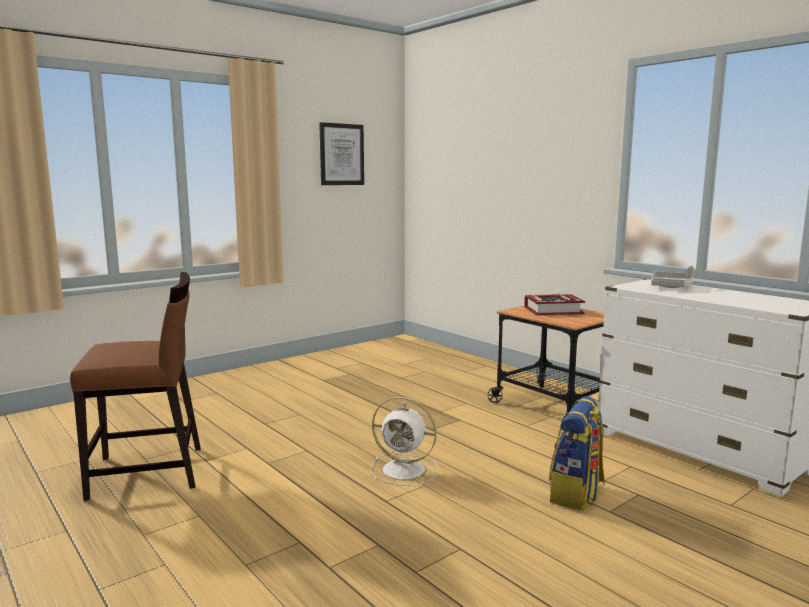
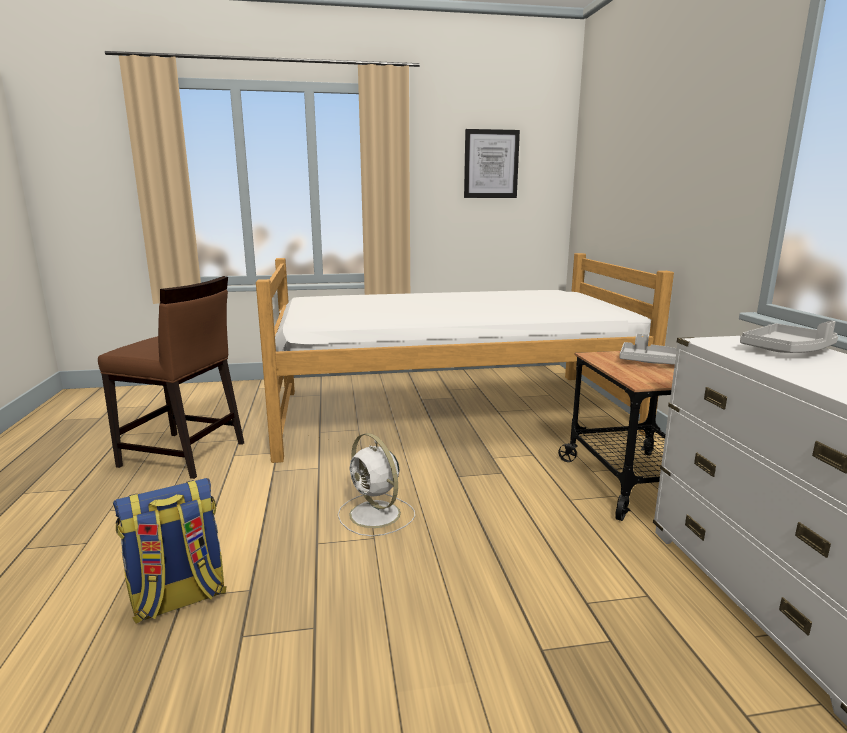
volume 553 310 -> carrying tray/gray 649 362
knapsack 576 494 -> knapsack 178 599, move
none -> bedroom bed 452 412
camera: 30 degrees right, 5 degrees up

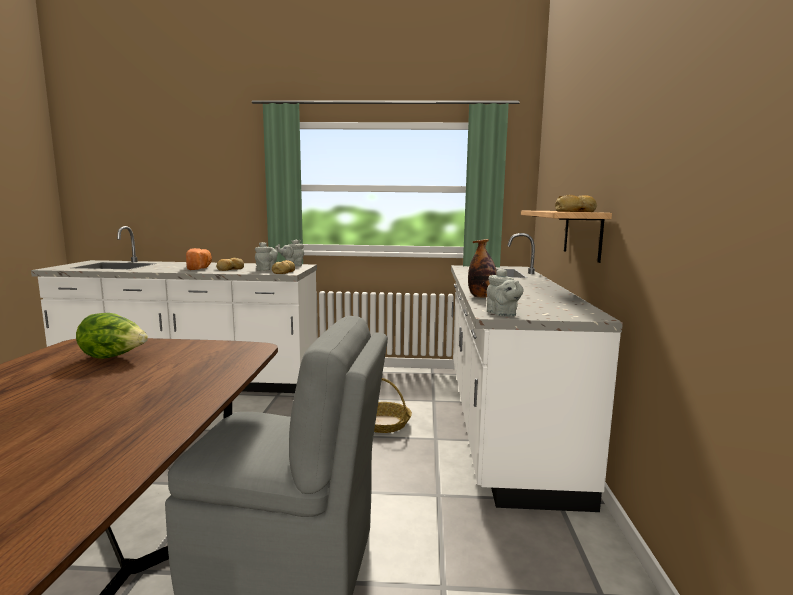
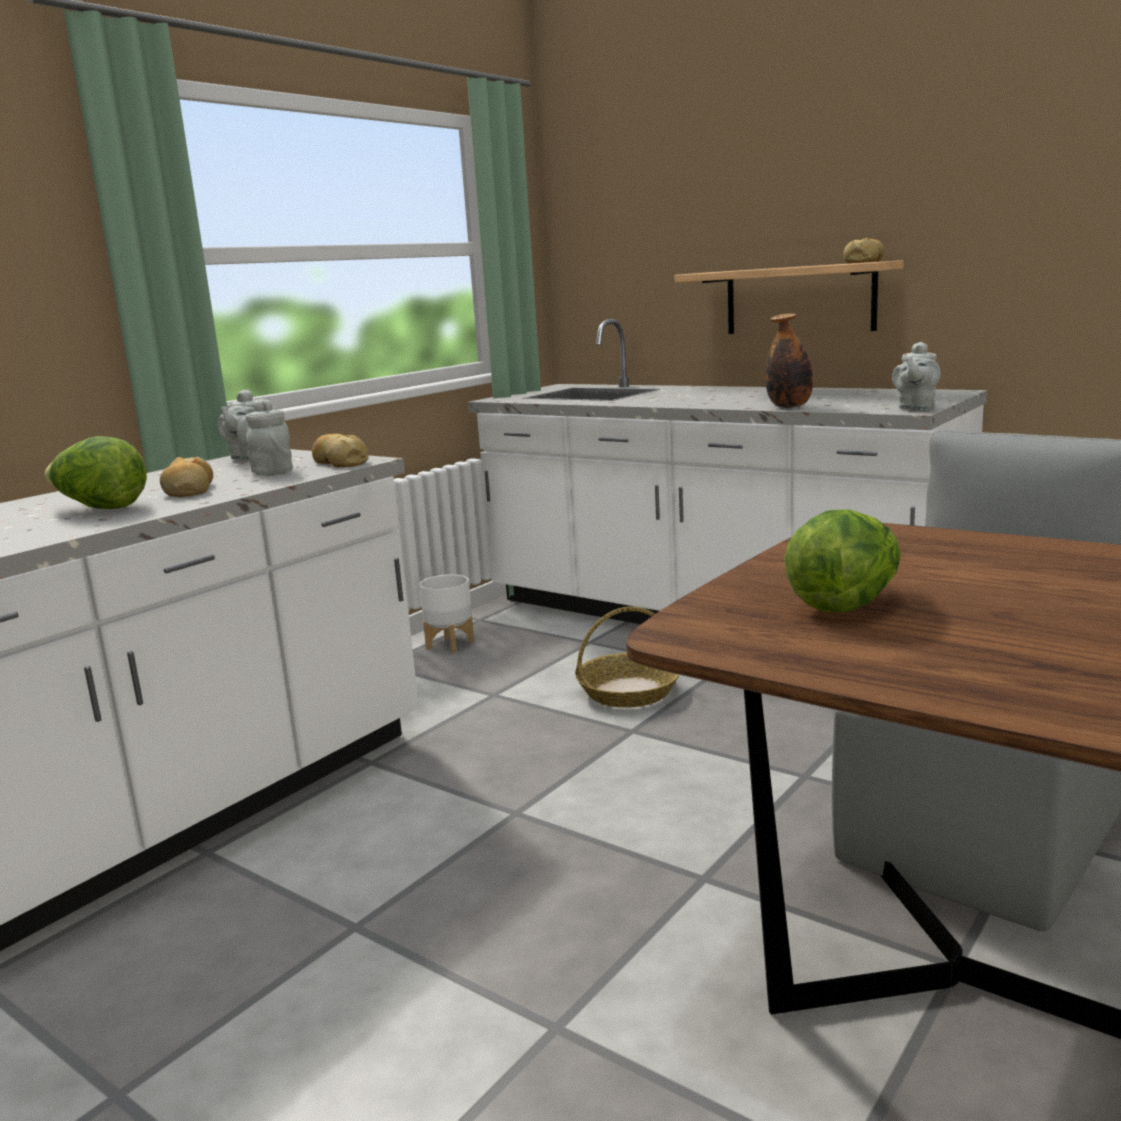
bakery bread 200 268 -> lettuce head 101 509
tea pot/gray 503 314 -> tea pot/gray 915 408, 105 degrees clockwise
none -> plant pot/white 450 645
camera: 55 degrees left, 5 degrees up

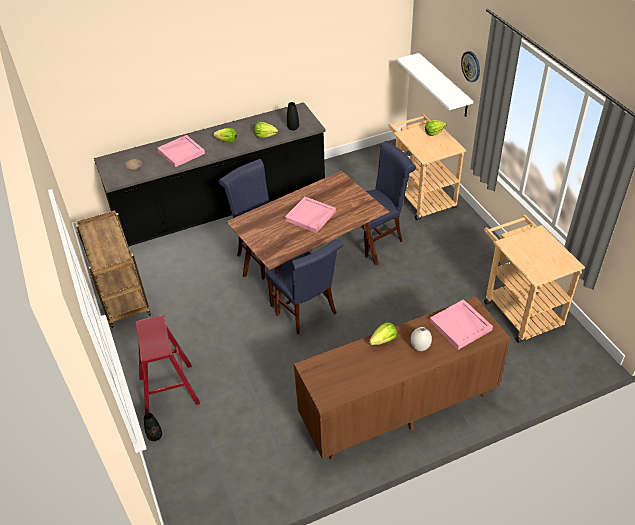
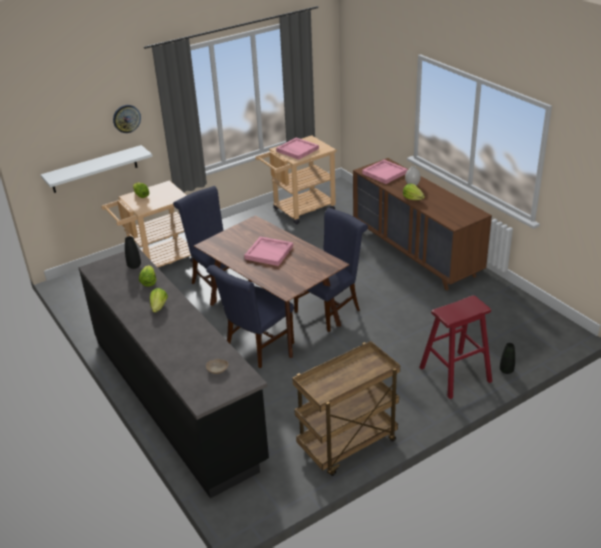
carrying tray/pinkish 181 152 -> carrying tray/pinkish 297 150, move
camera: 100 degrees left, 10 degrees down

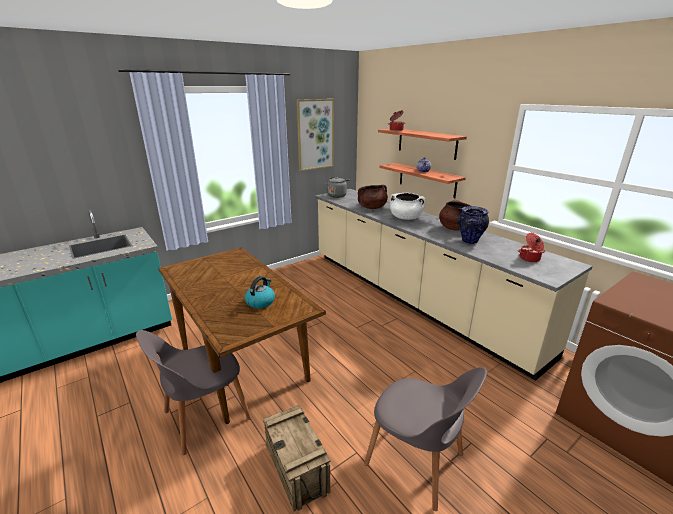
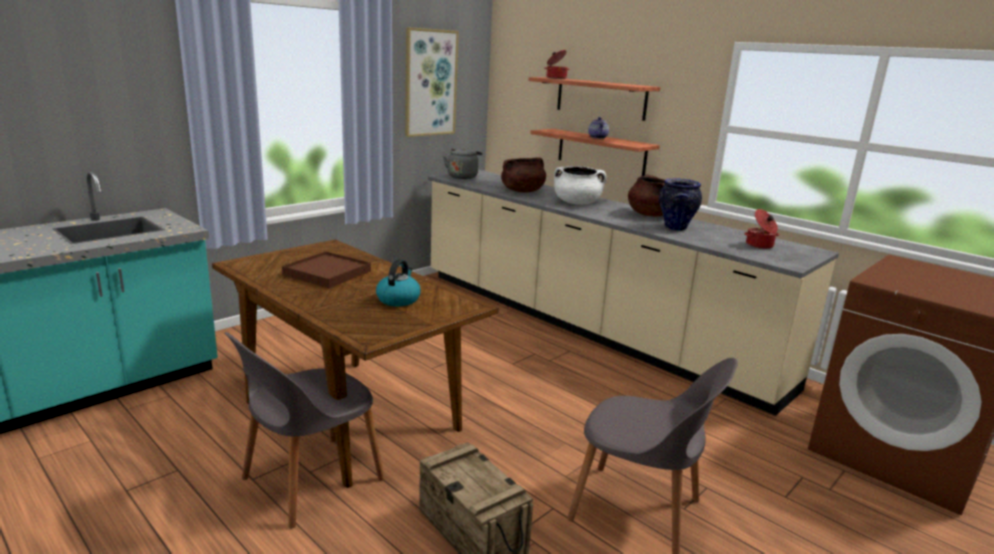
none -> carrying tray/brown 327 273
camera: 10 degrees left, 5 degrees down

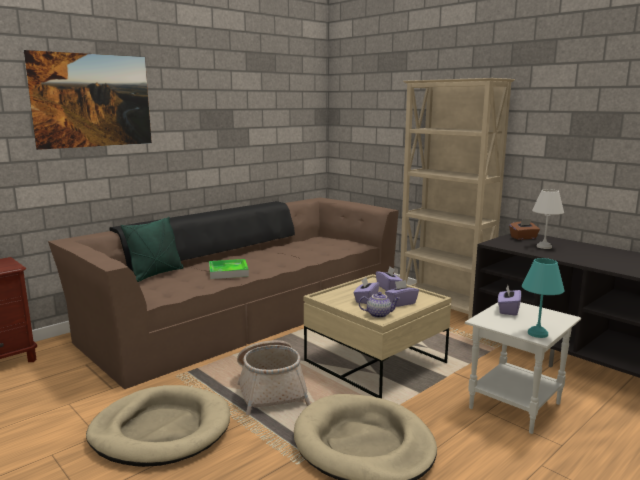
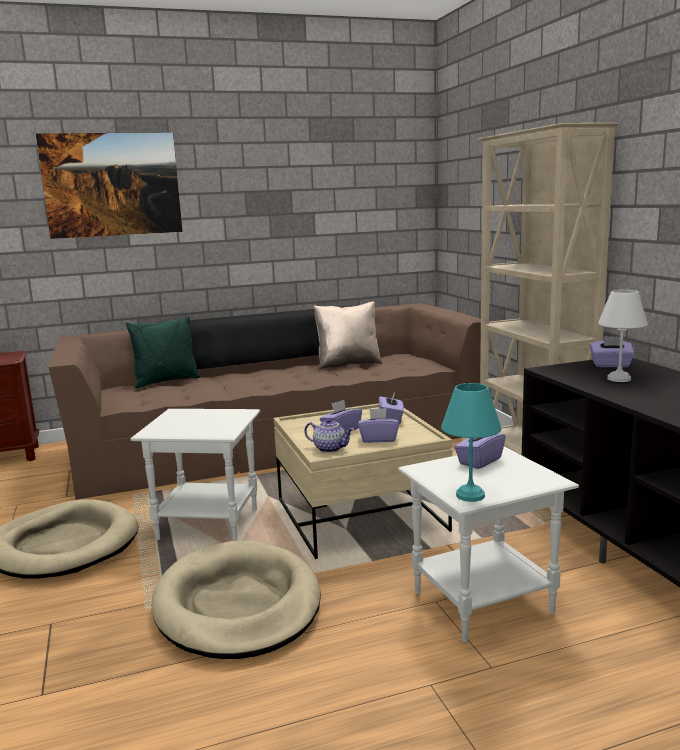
tissue holder/brown 523 238 -> tissue holder/purplish 610 365
carrying tray 228 272 -> none
storage basket 271 389 -> end table/white 209 524
none -> cushion/beige 348 364
camera: 25 degrees right, 0 degrees up

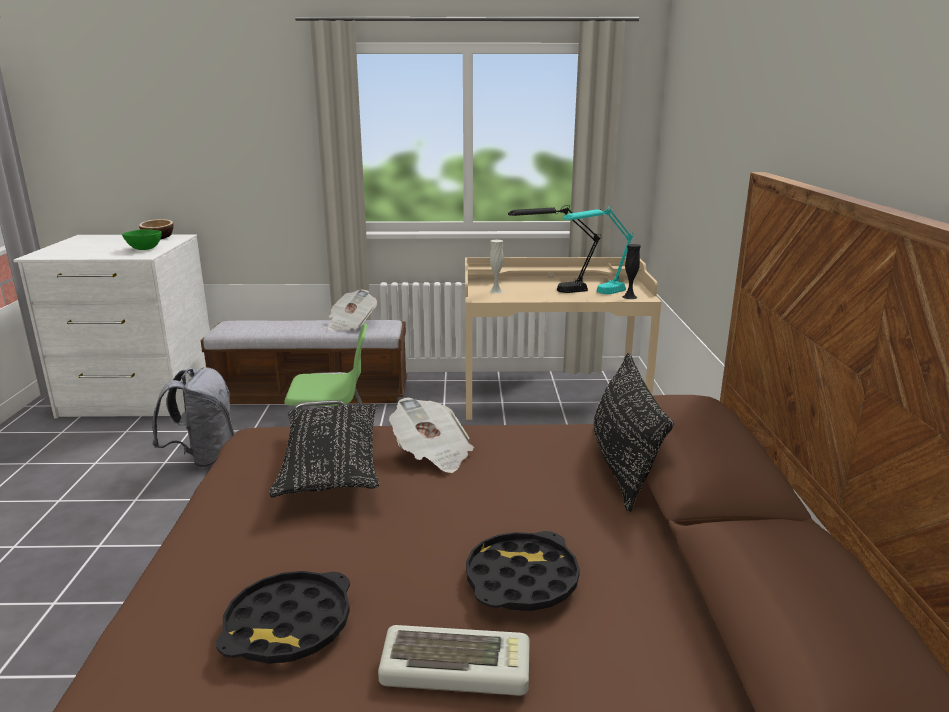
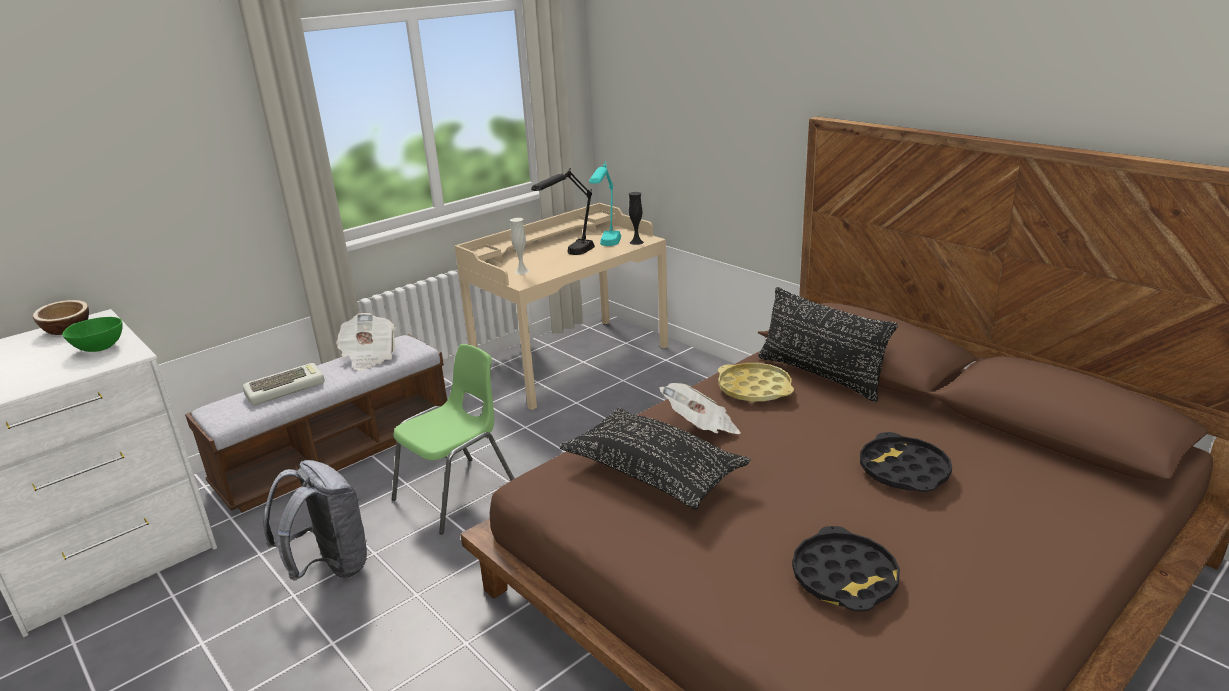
computer keyboard 457 667 -> computer keyboard 286 389, move
none -> carrying tray/yellow 754 389
camera: 40 degrees left, 5 degrees up

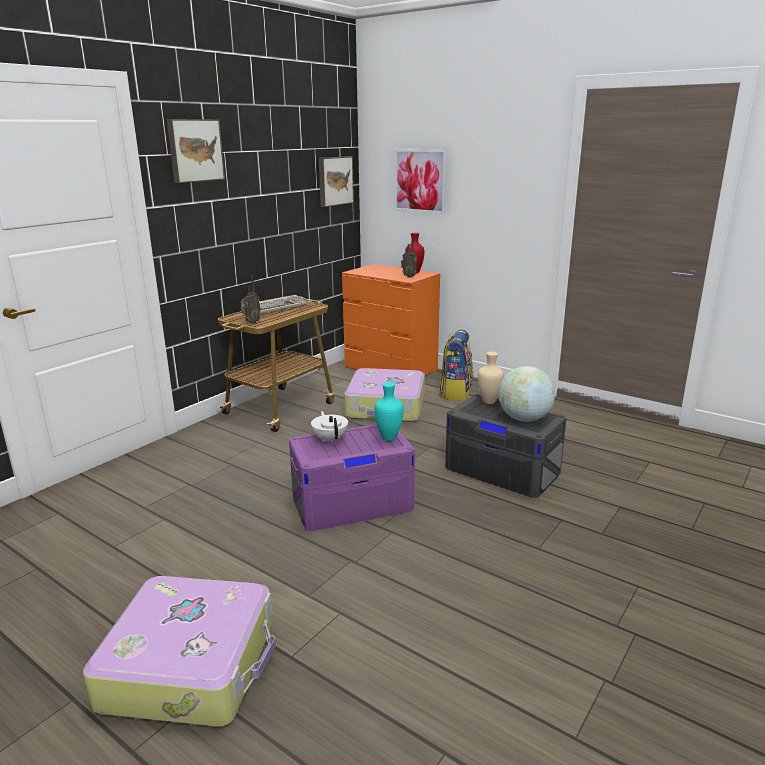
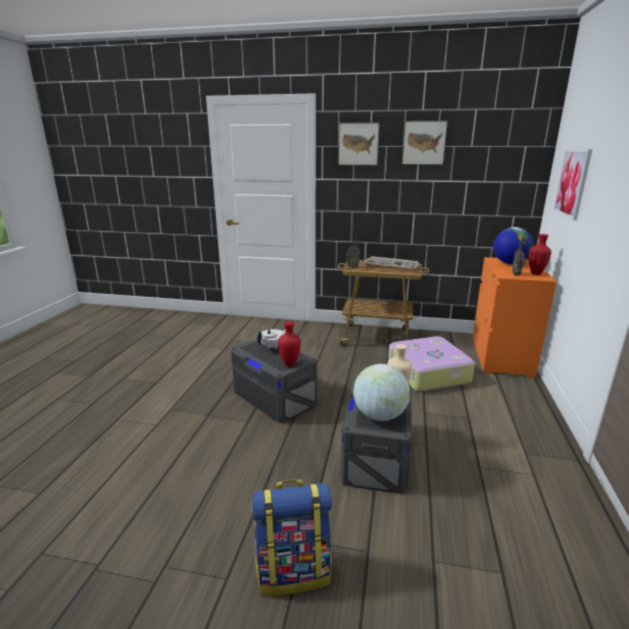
wall picture 334 181 -> wall picture 424 143, move
knapsack 456 392 -> knapsack 293 570, move
vase/turquoise-coloured 388 437 -> vase/red-coloured 290 364
storage container/purplish 352 503 -> storage container/gray 274 397
suitcase 192 664 -> none
none -> globe 509 263
camera: 65 degrees right, 0 degrees up

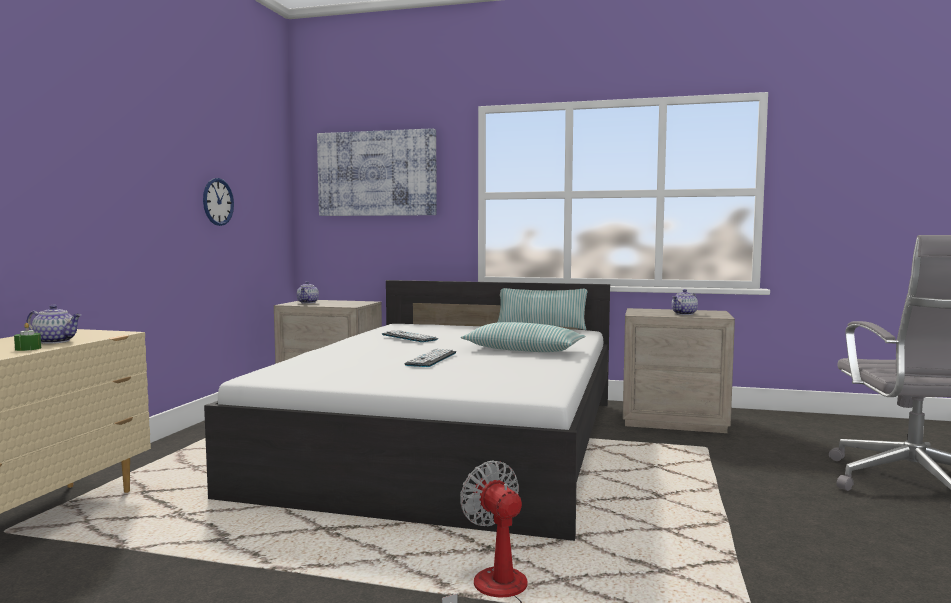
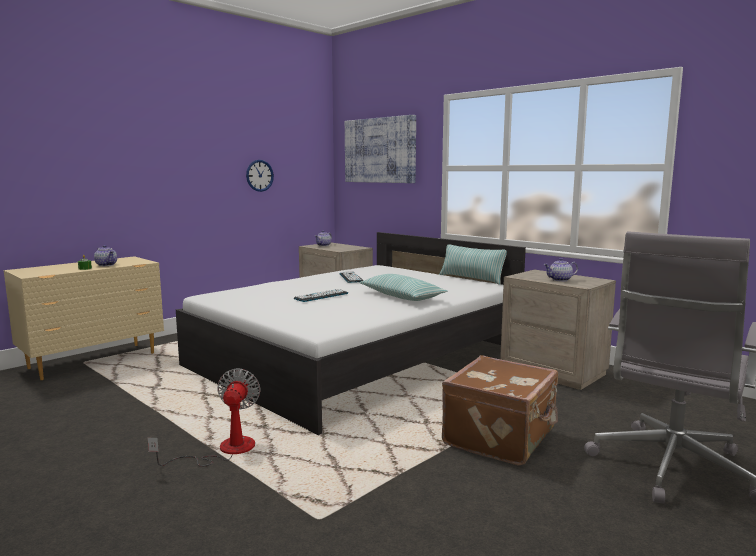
none -> suitcase/brown 501 437
camera: 30 degrees right, 5 degrees up

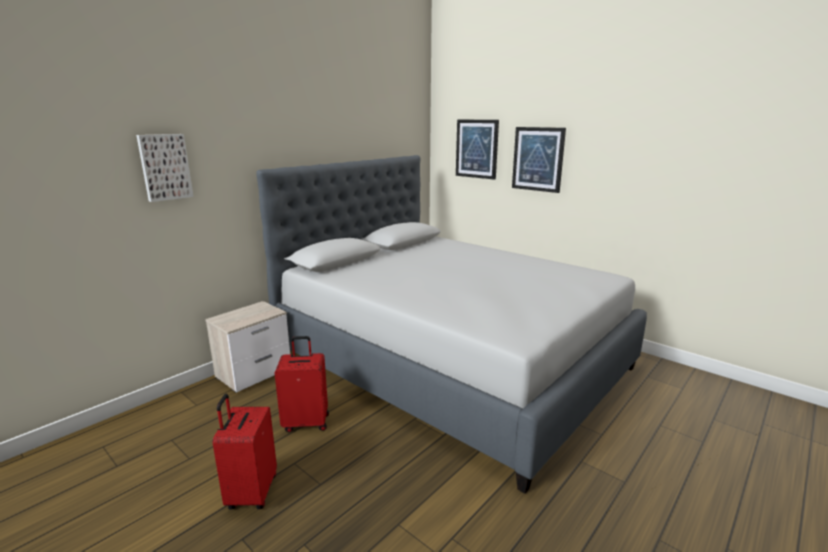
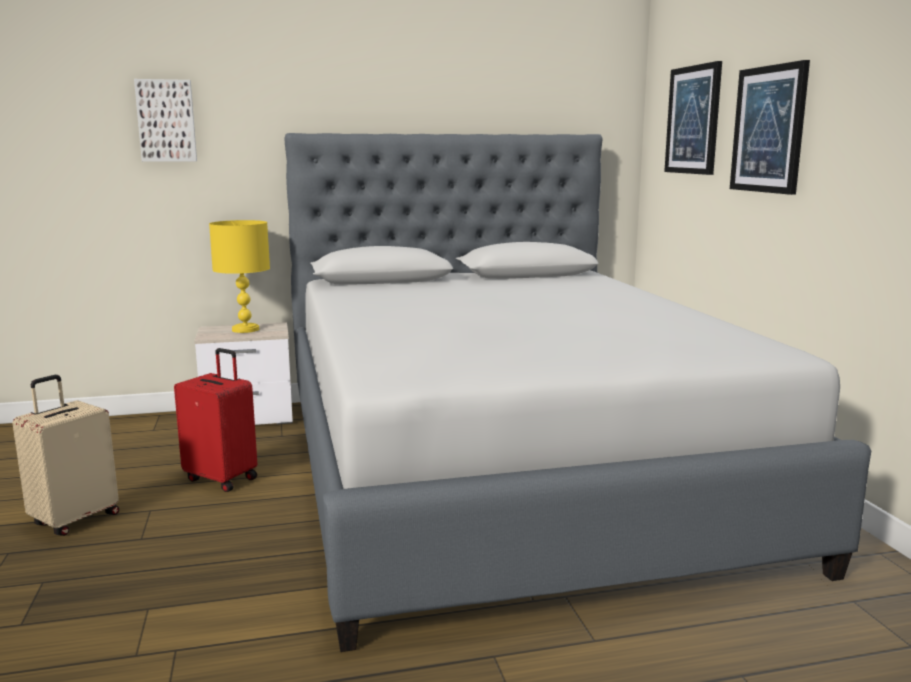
suitcase/red-coloured 251 493 -> suitcase/beige 74 519
none -> lamp for a table/yellow 245 329
camera: 35 degrees right, 5 degrees down

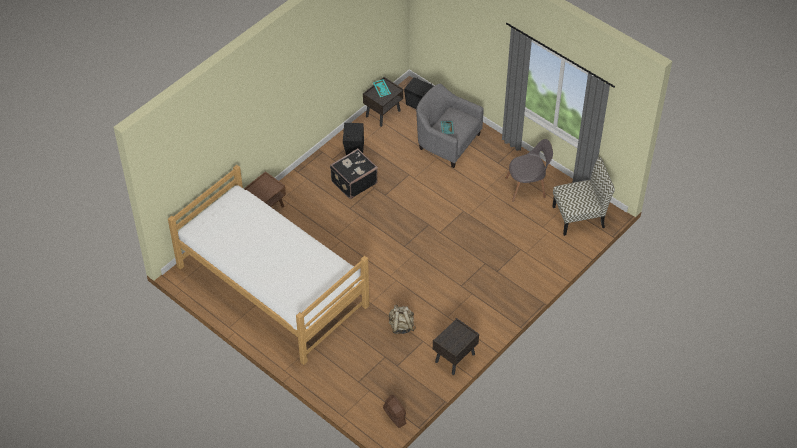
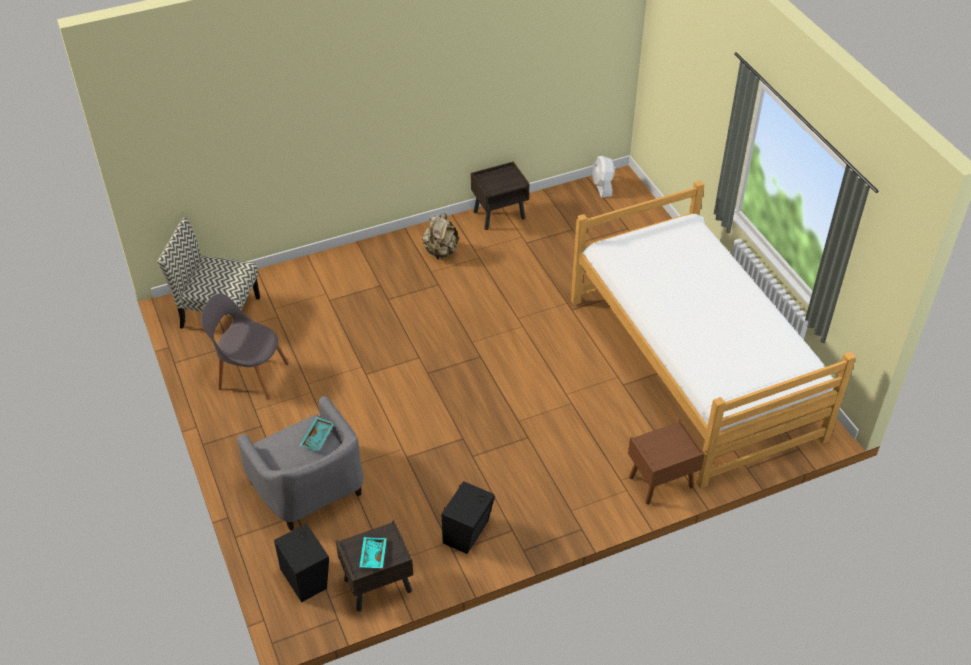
suitcase/blackish 353 182 -> none
knapsack/beige 401 326 -> knapsack/beige 441 252, move
electric fan/brown 394 416 -> electric fan/white 602 186
camera: 155 degrees left, 5 degrees down

